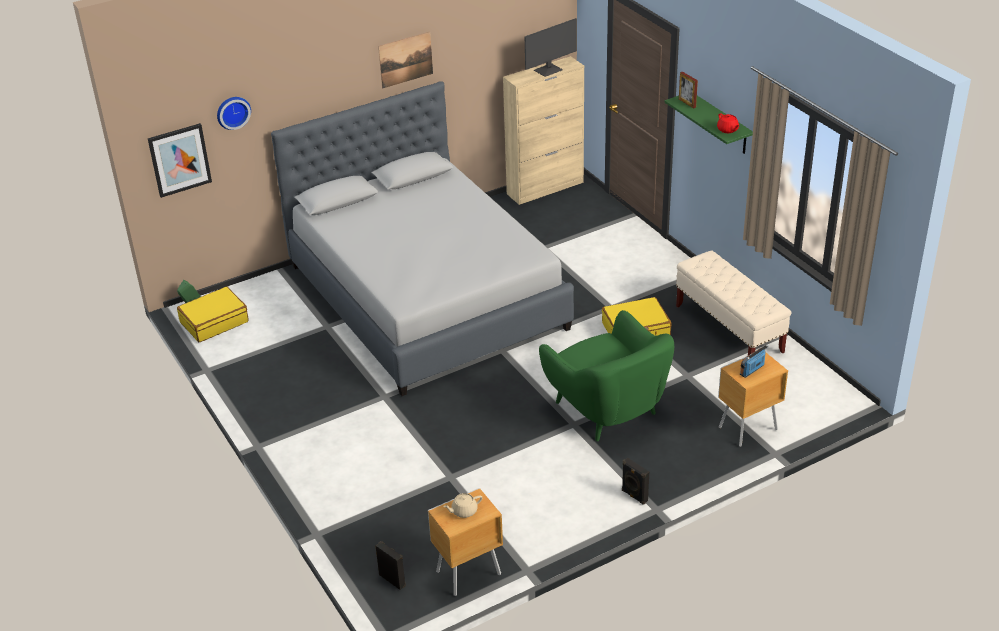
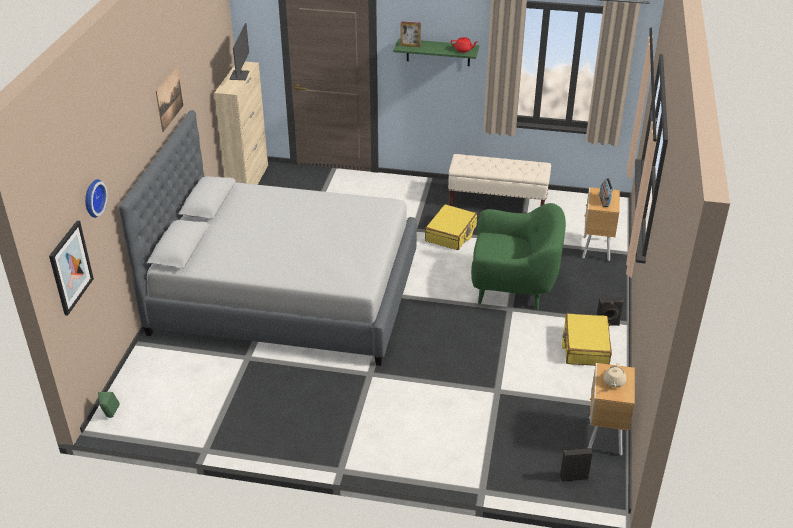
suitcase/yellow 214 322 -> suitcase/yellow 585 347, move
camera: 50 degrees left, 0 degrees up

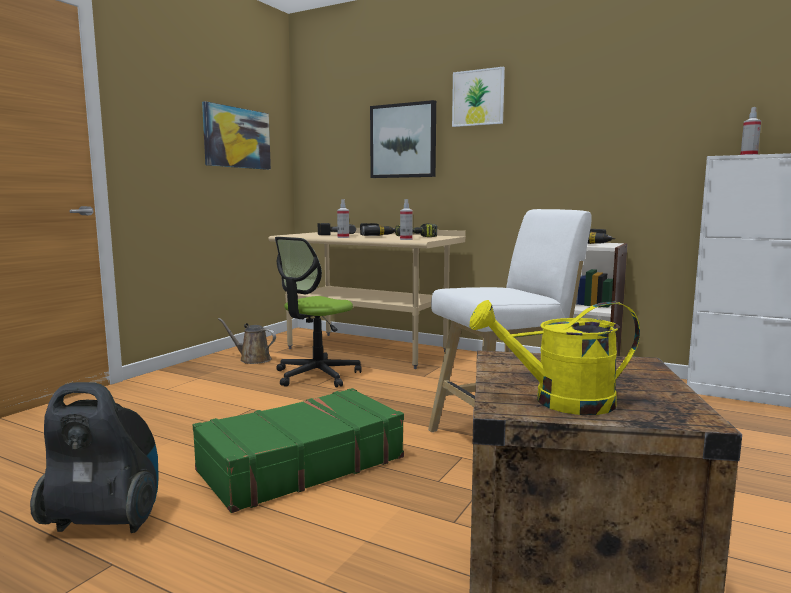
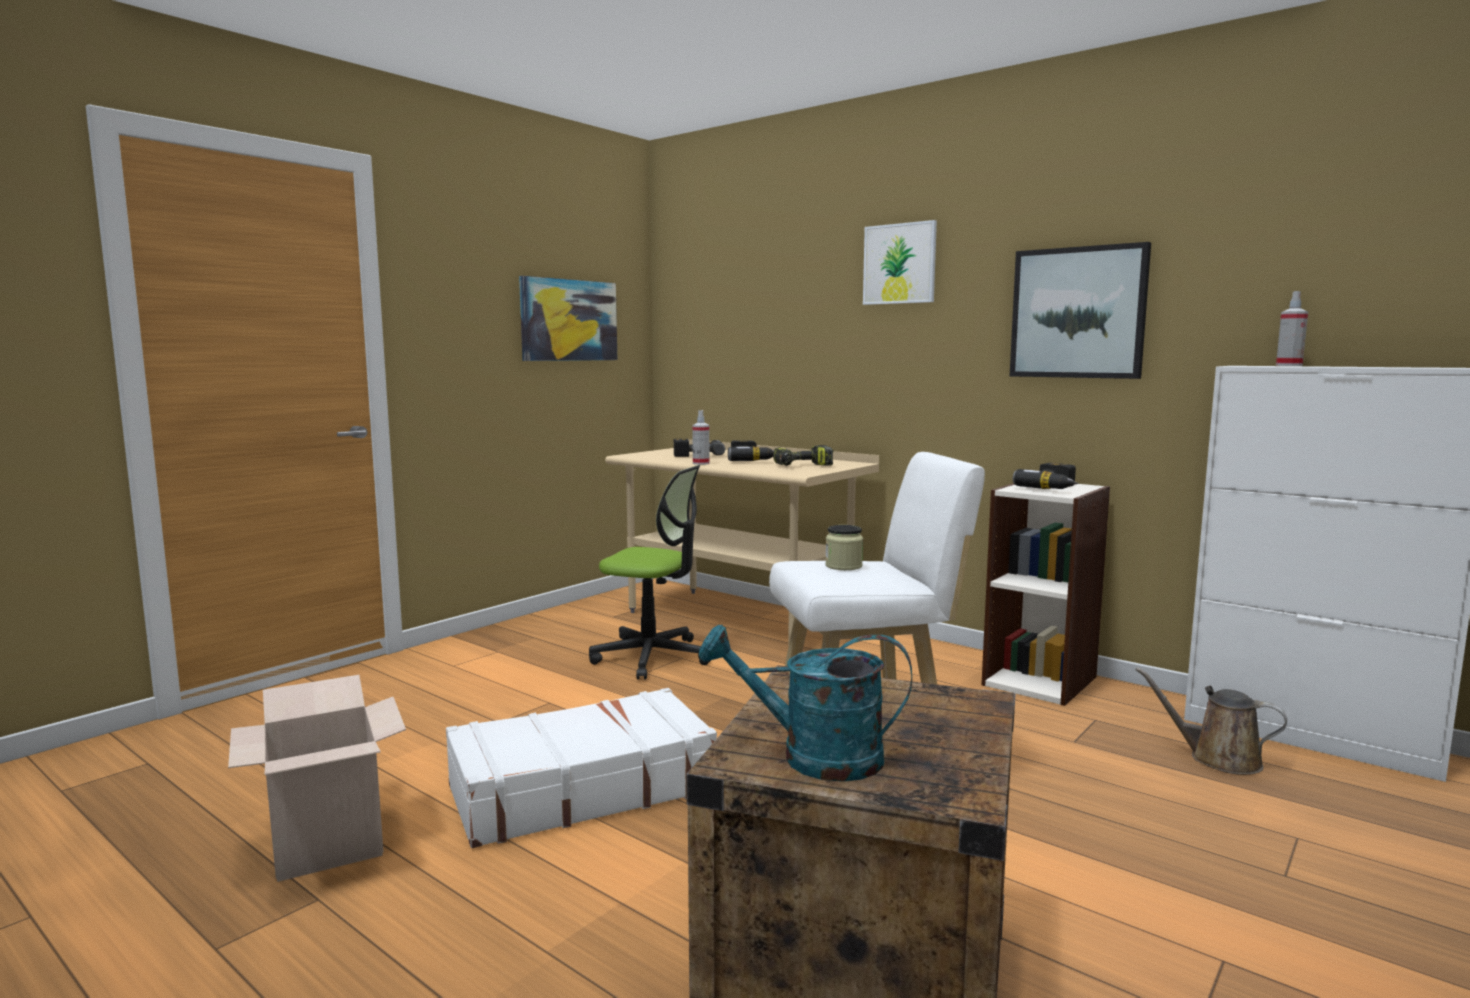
wall picture 403 141 -> wall picture 1078 313, move
sprayer 406 239 -> none
office chair 316 375 -> office chair 652 657, 120 degrees counterclockwise
watering pot/yellow 559 402 -> watering pot/turquoise-coloured 813 757
watering pot/brown 252 359 -> watering pot/brown 1217 759, move
vacuum 106 521 -> cardboard box 327 843
suitcase/green 300 464 -> suitcase/white 580 788
none -> storage jar 843 566
camera: 10 degrees right, 0 degrees up

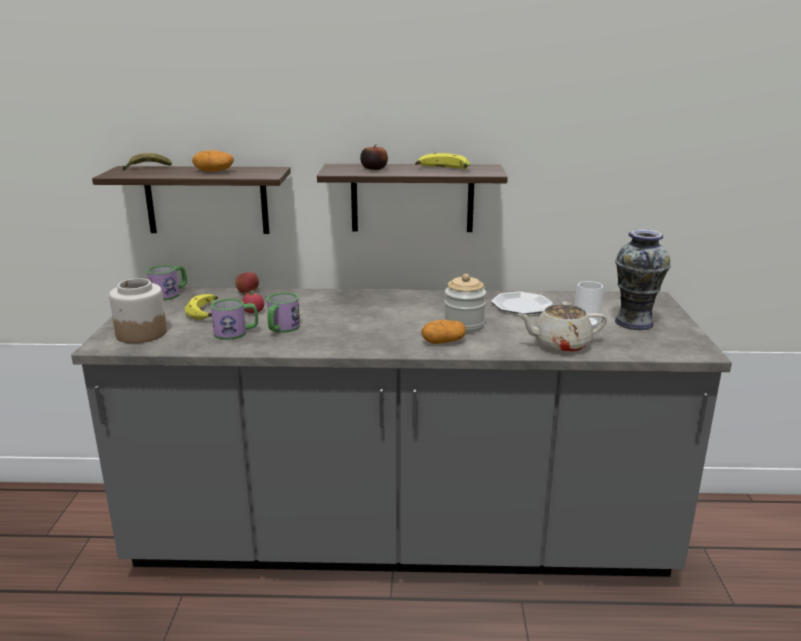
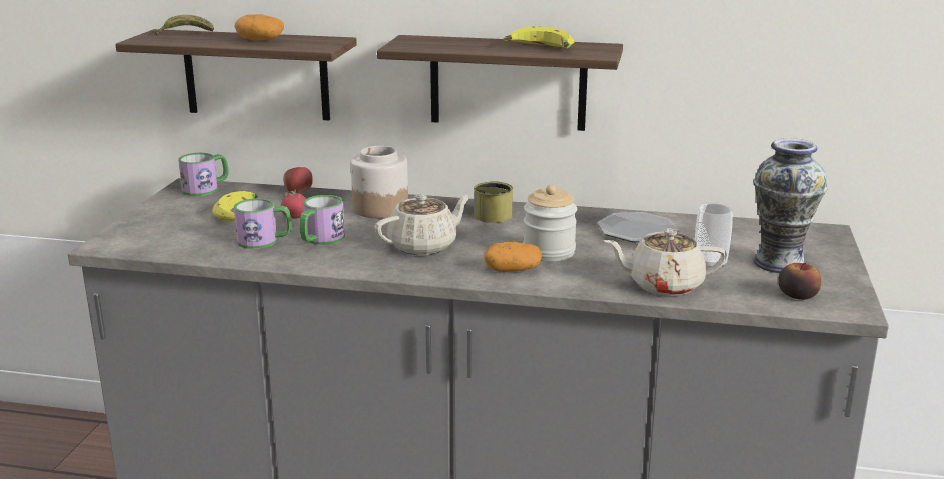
whole apple 374 168 -> whole apple 797 295, move
storage jar 141 333 -> storage jar 380 208, move
none -> sealed can 492 220
none -> tea pot/beige 424 246
camera: 10 degrees right, 0 degrees up

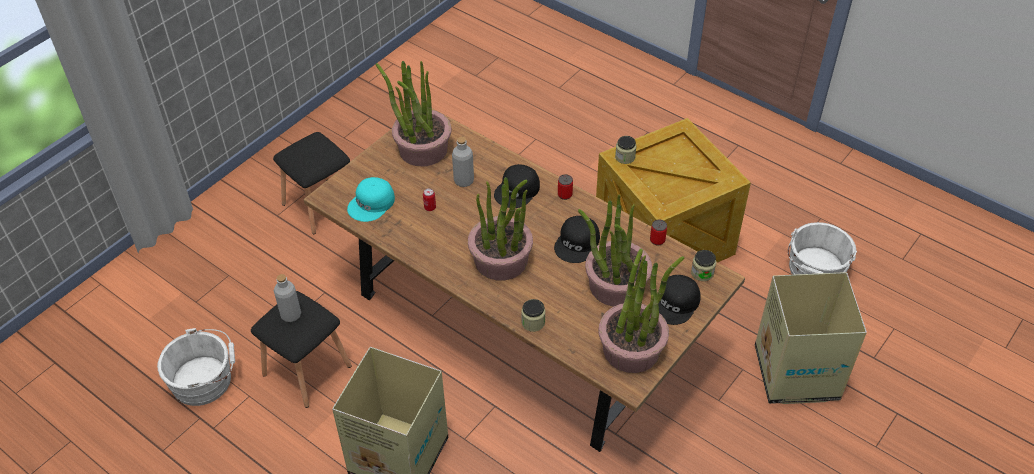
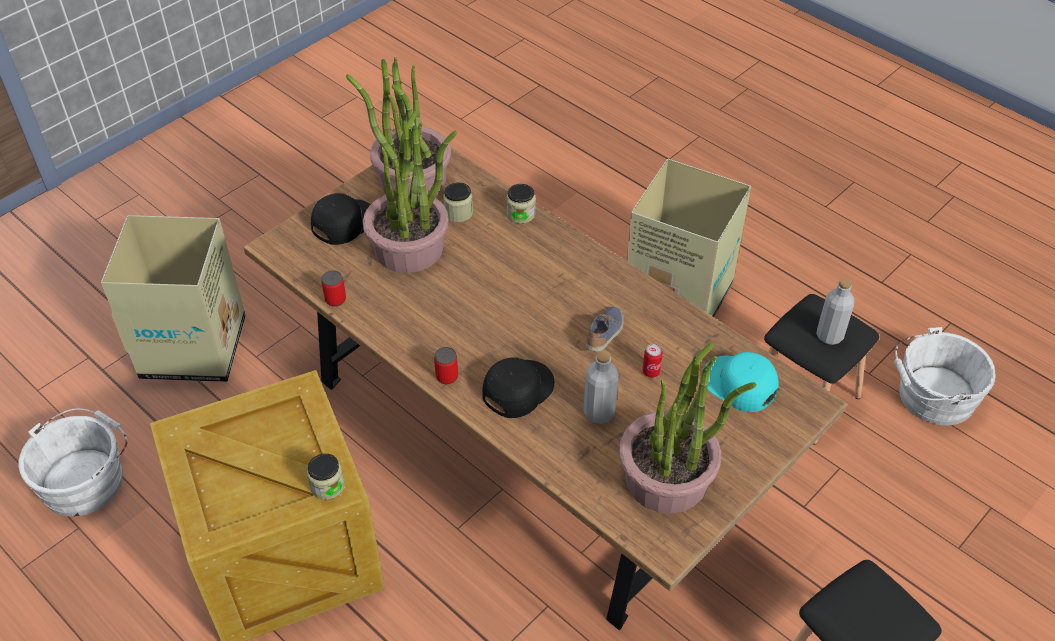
baseball cap/turquoise-coloured 372 204 -> baseball cap/turquoise-coloured 739 384, 90 degrees counterclockwise
potted plant 501 260 -> none
baseball cap/blackish 578 243 -> none
storage jar 702 273 -> storage jar 458 213, move
none -> shoe 605 335
camera: 175 degrees left, 0 degrees up

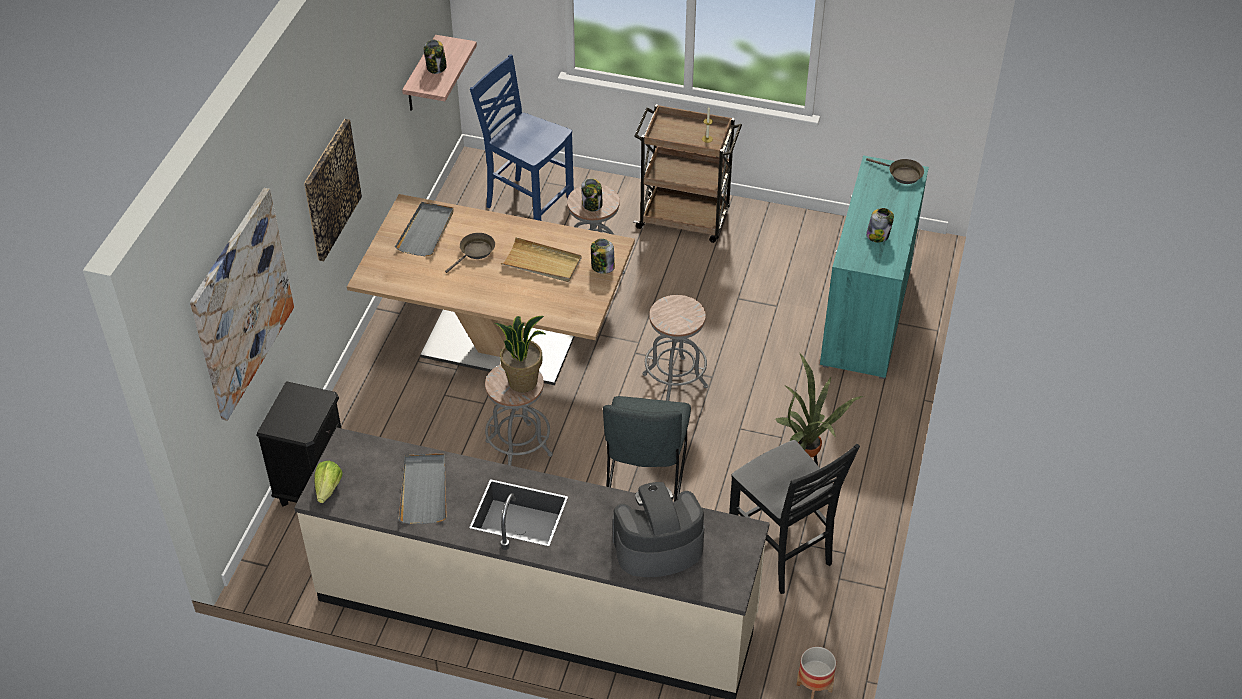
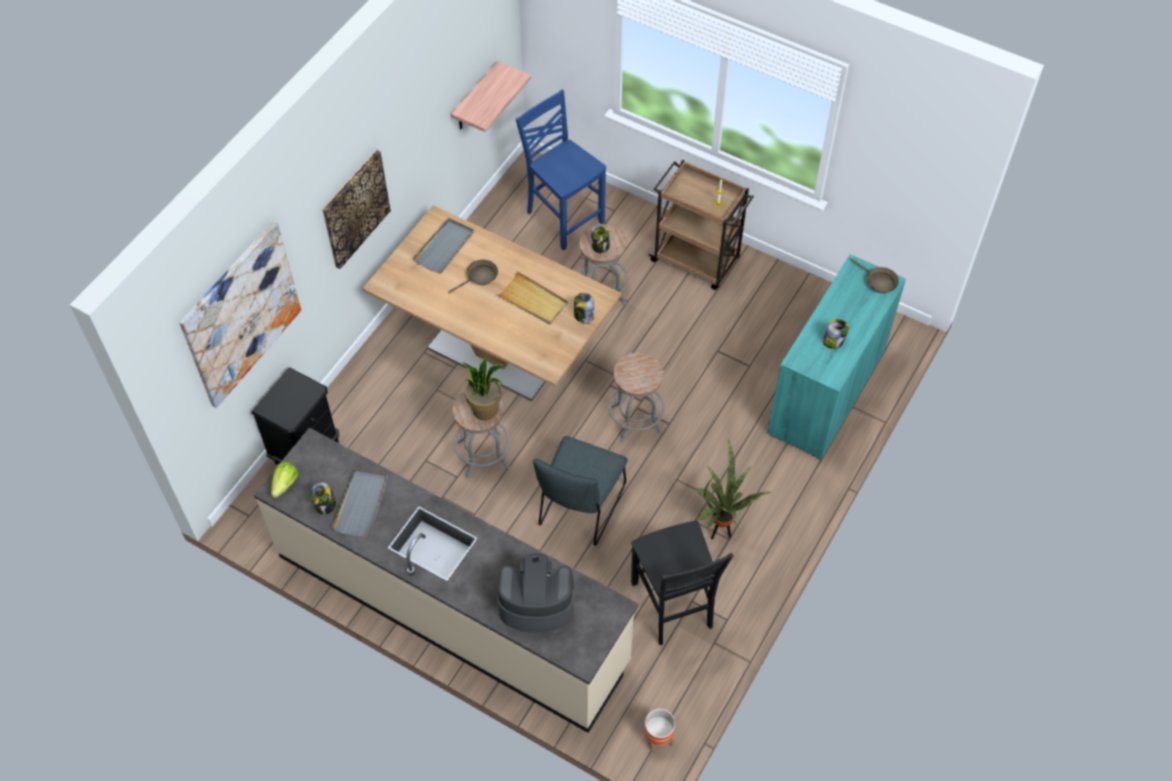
storage jar 436 67 -> storage jar 325 505, move
camera: 15 degrees right, 10 degrees up

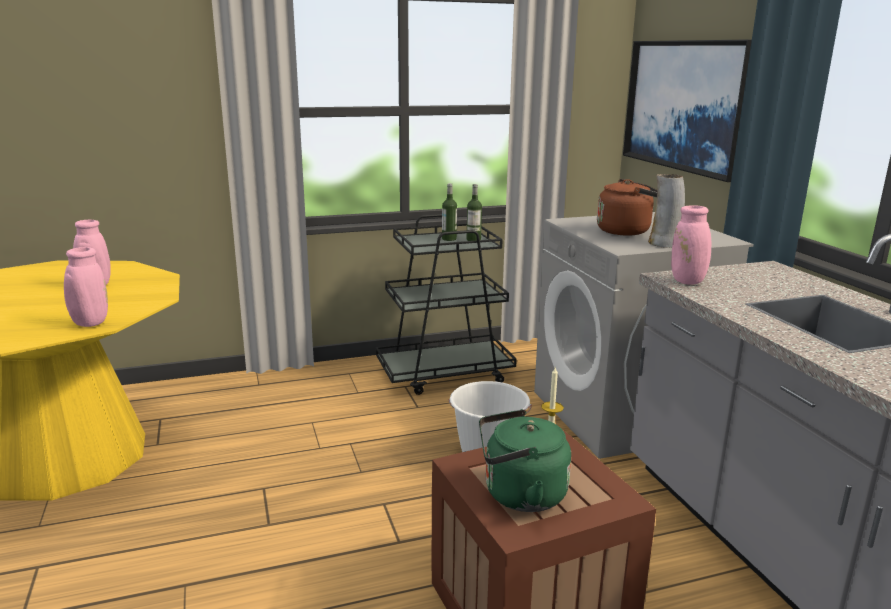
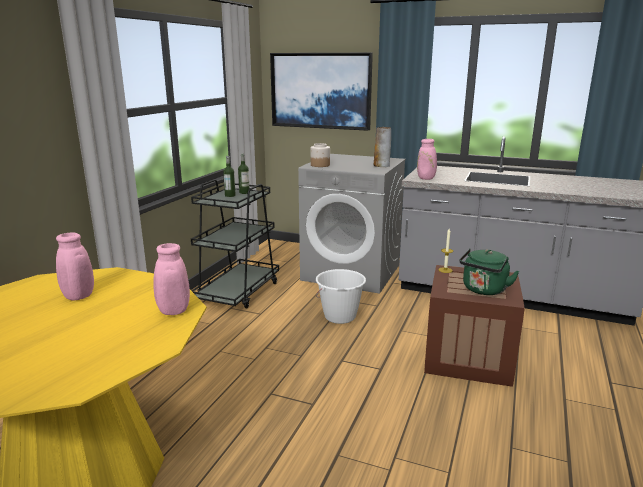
kettle/brown 626 231 -> none
none -> storage jar 320 165
camera: 50 degrees left, 0 degrees up

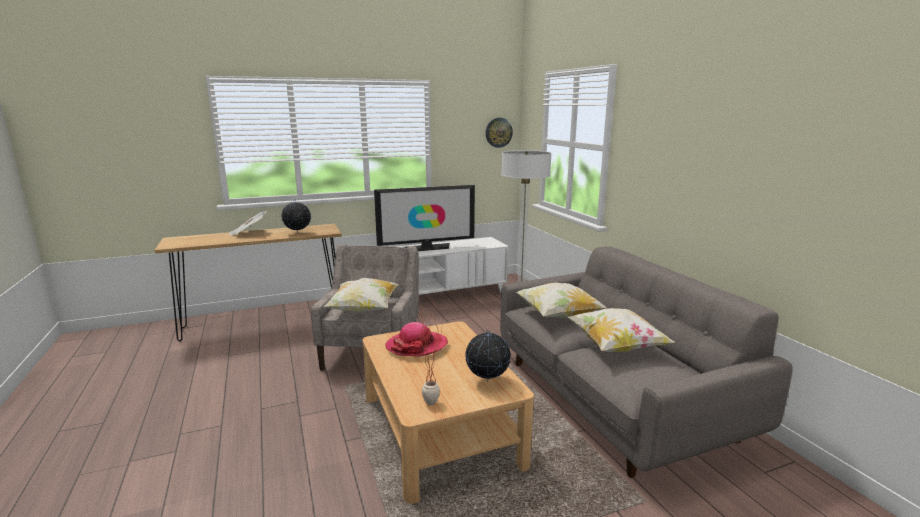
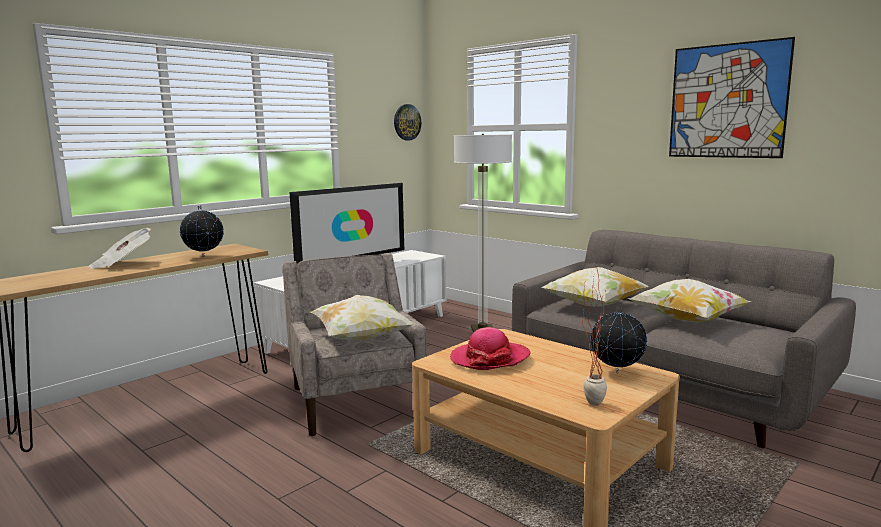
none -> wall picture 727 101
camera: 25 degrees left, 5 degrees down

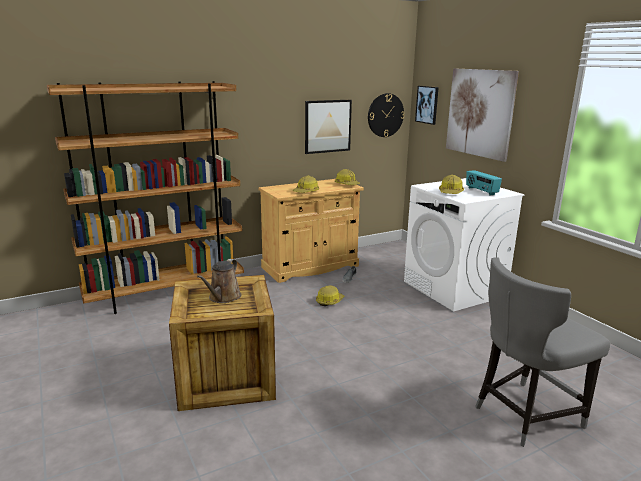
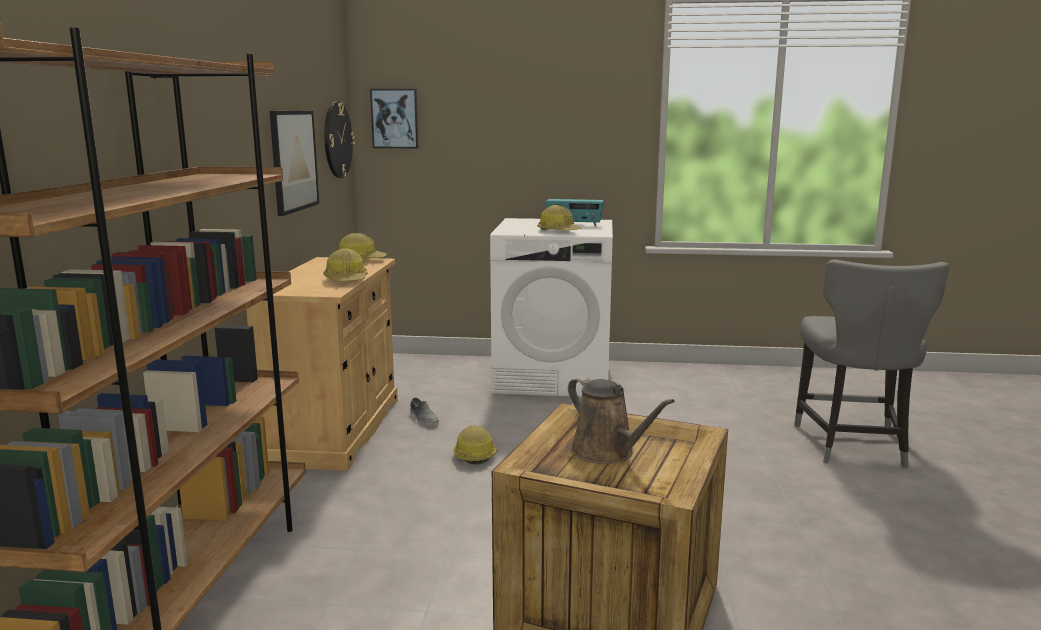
wall picture 480 113 -> none
camera: 55 degrees left, 5 degrees down

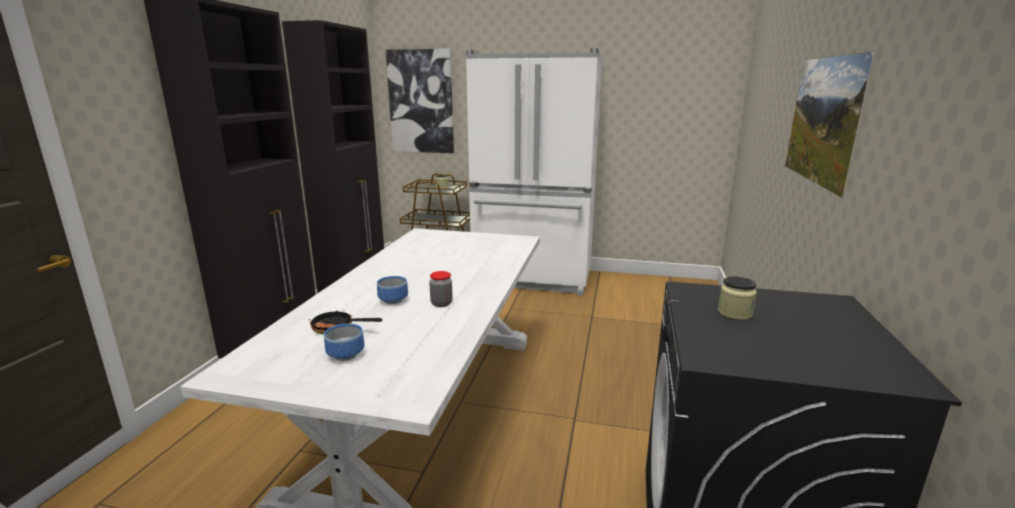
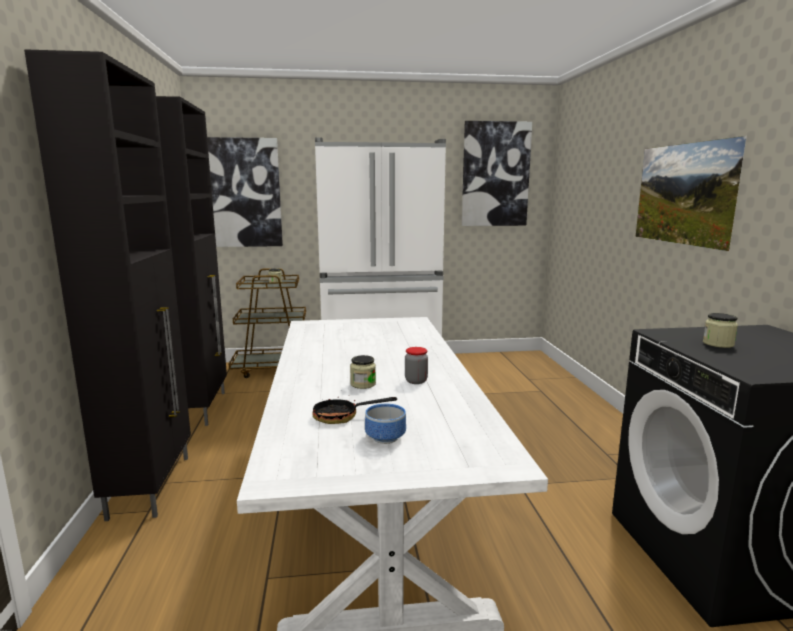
serving bowl 393 300 -> storage jar 363 384
none -> wall picture 495 174
camera: 20 degrees left, 5 degrees down

